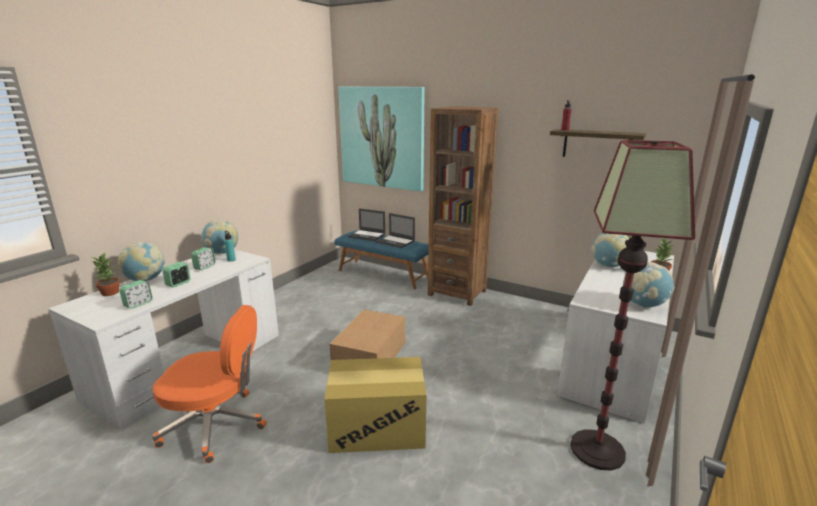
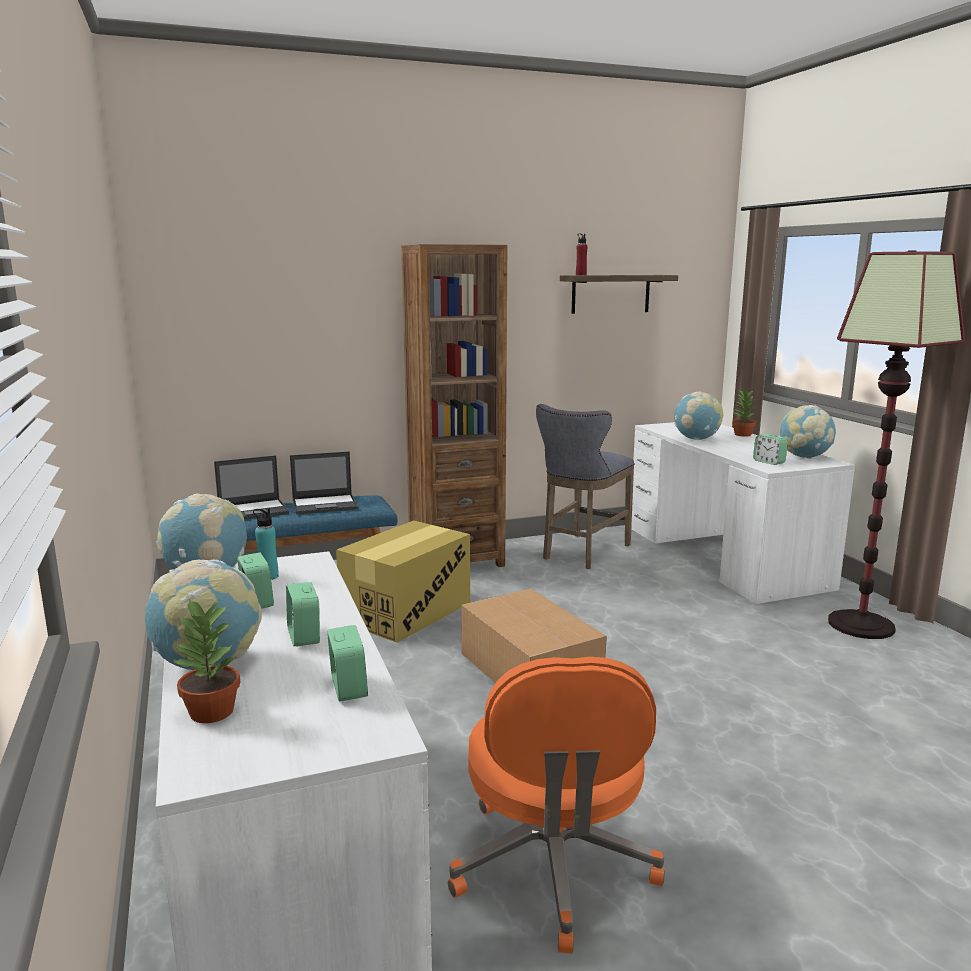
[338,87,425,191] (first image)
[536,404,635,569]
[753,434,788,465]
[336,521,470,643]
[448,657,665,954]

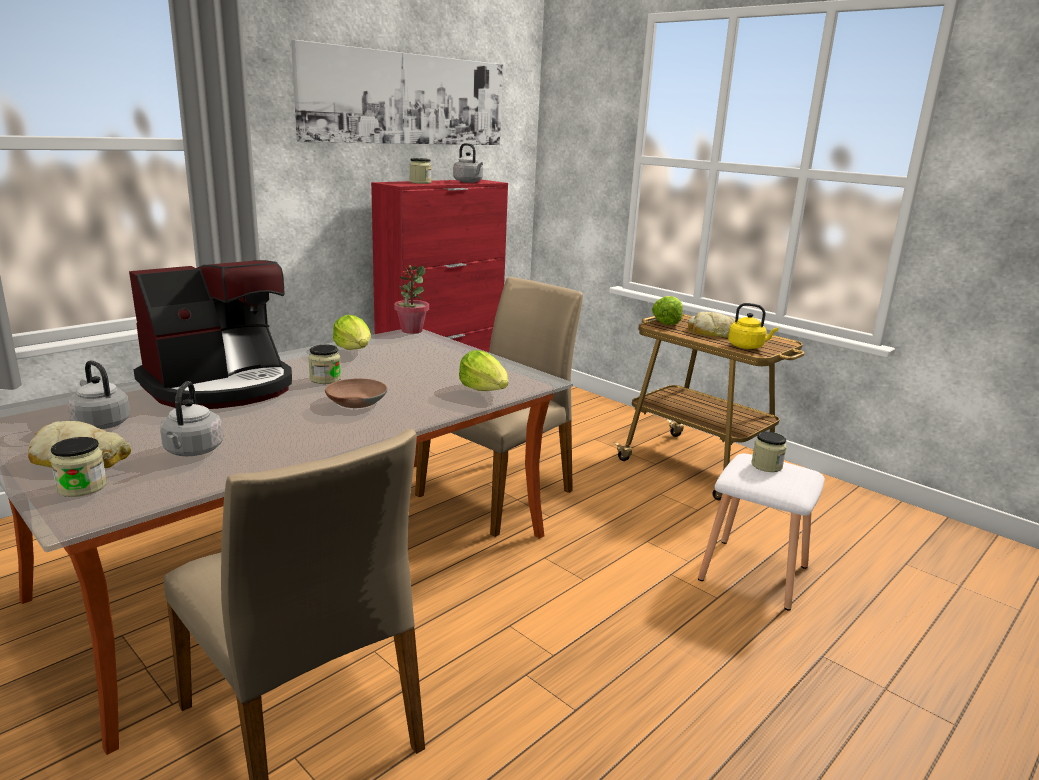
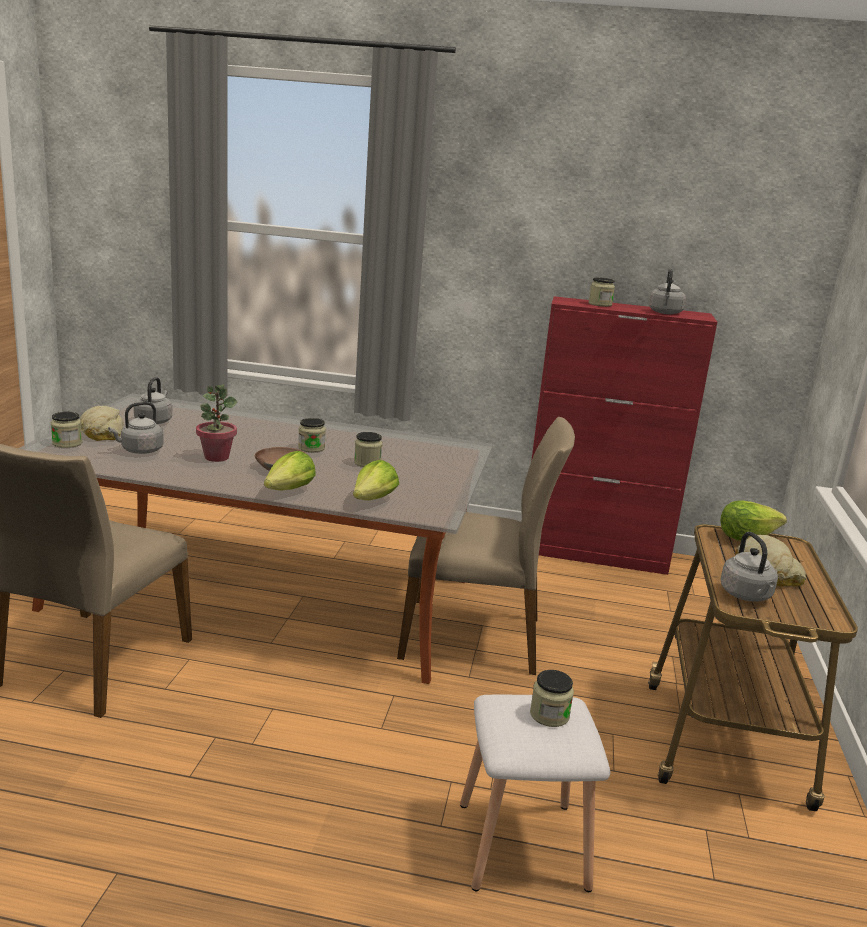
[129,260,292,409] (first image)
[291,40,503,145] (first image)
[354,432,382,467]
[264,451,316,490]
[196,384,237,462]
[720,532,778,602]

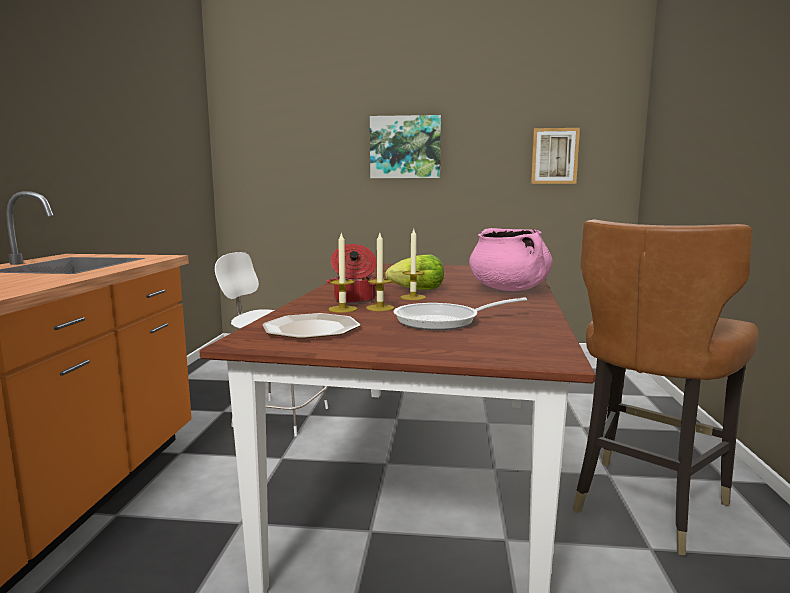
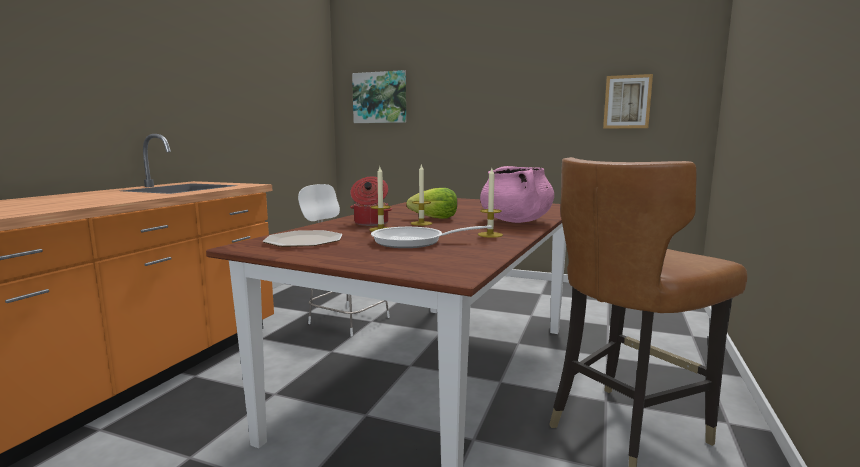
[478,168,503,238]
[352,70,406,123]

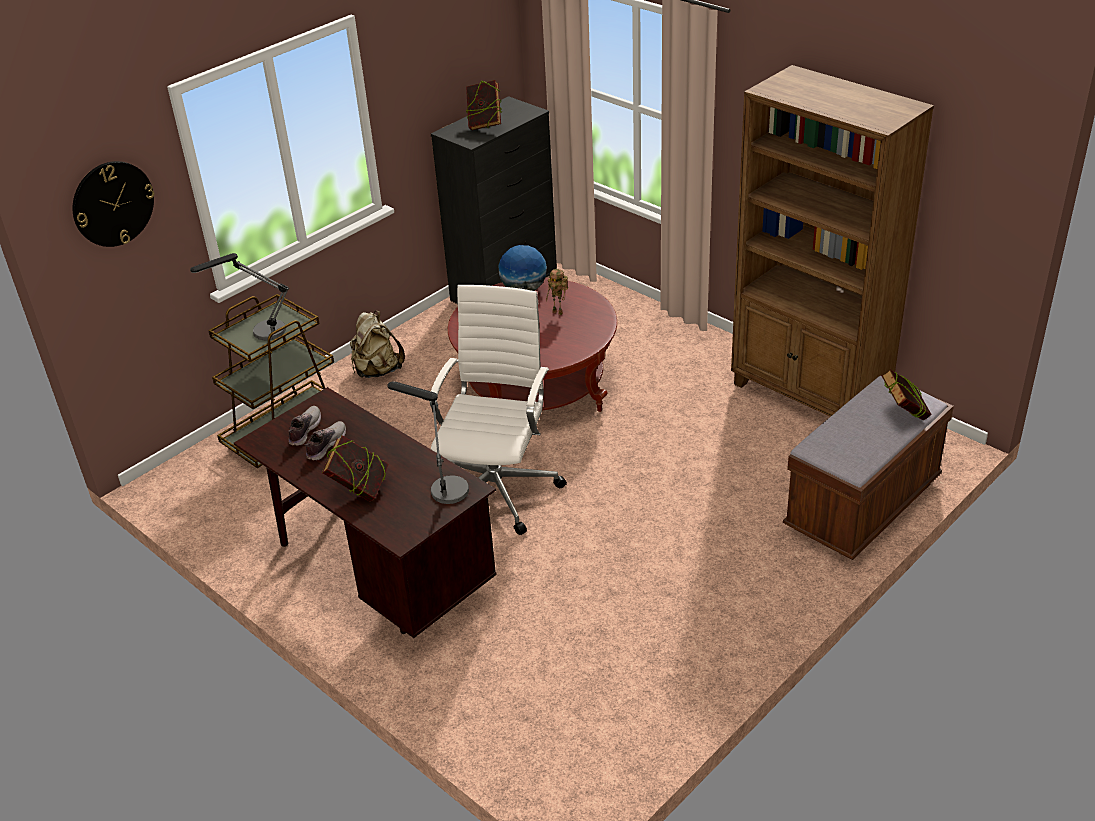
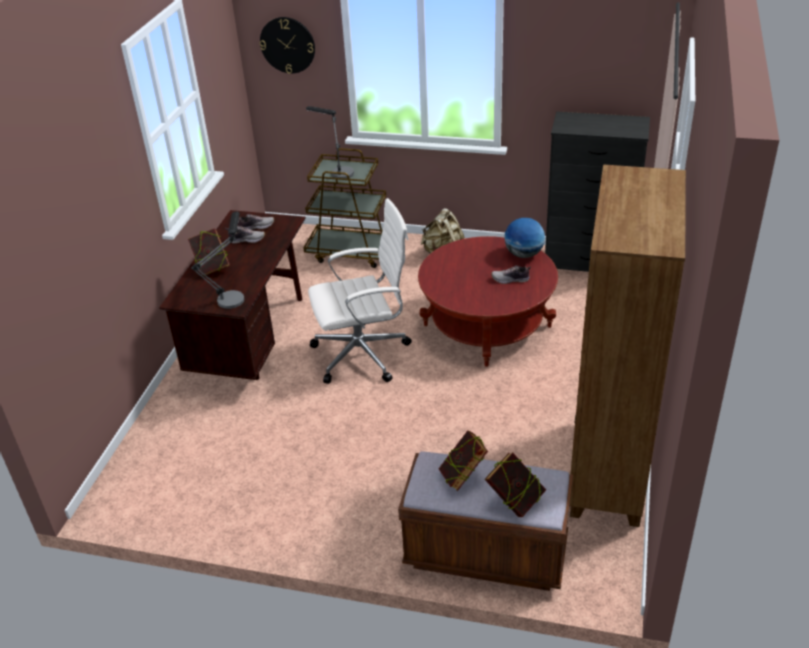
[439,430,488,491]
[491,265,531,284]

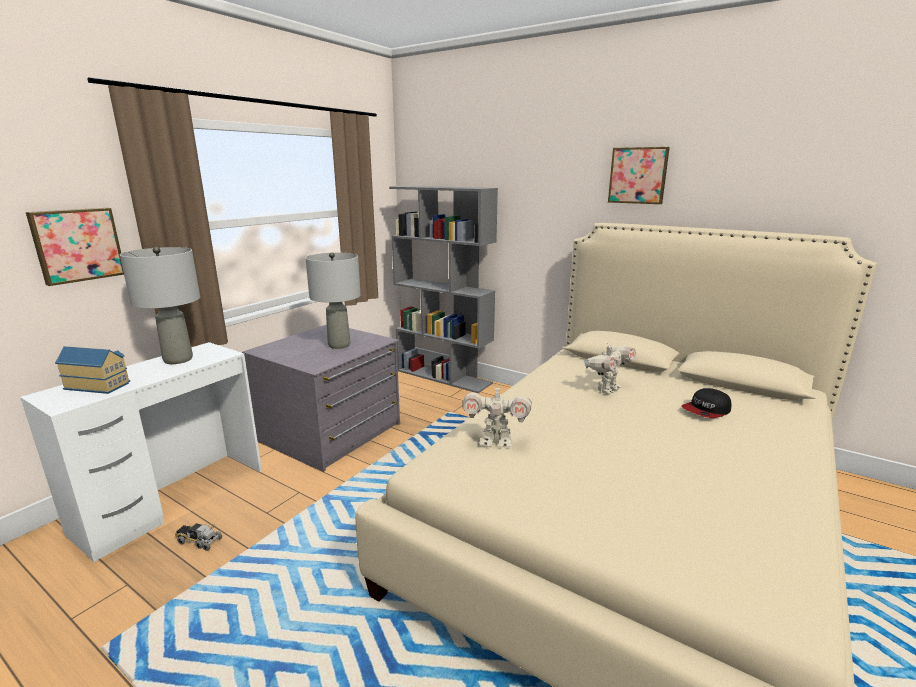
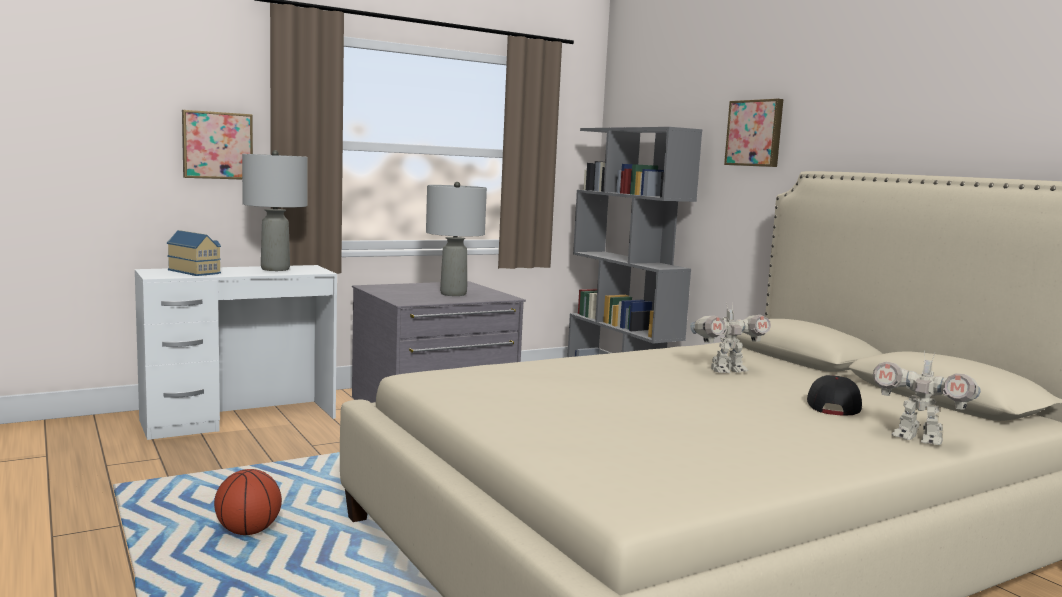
[175,523,222,551] (first image)
[214,469,282,535]
[873,351,981,445]
[724,99,783,167]
[807,375,862,416]

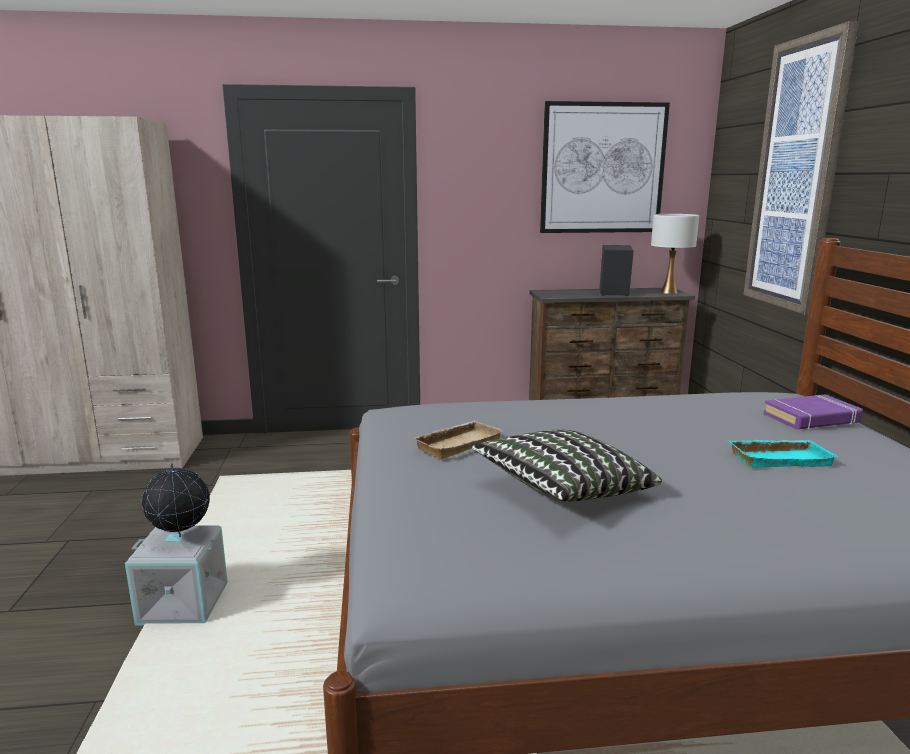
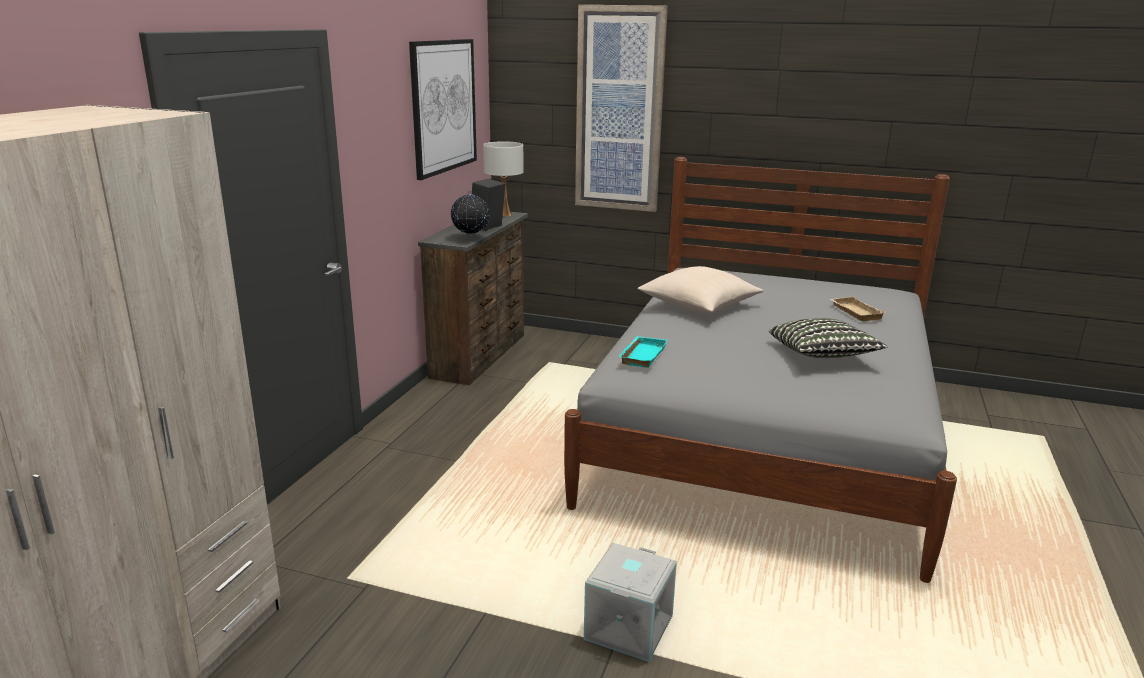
[763,394,863,430] (first image)
[637,266,763,314]
[450,193,490,239]
[830,296,885,321]
[618,336,667,368]

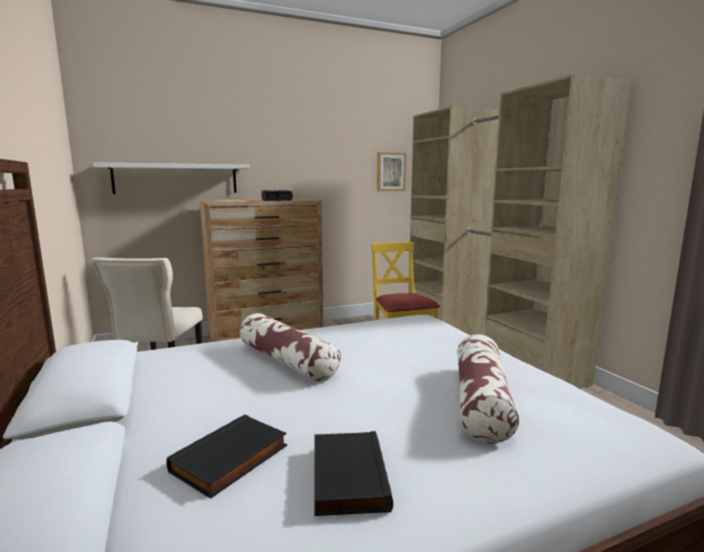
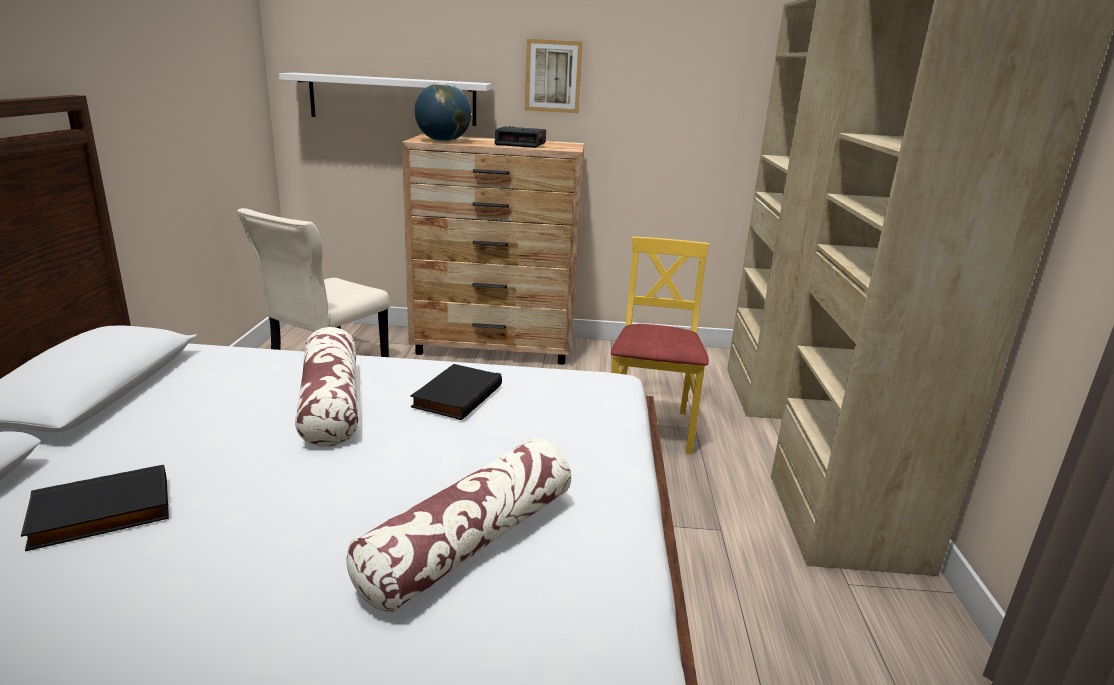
[415,83,471,142]
[410,364,502,420]
[525,39,583,113]

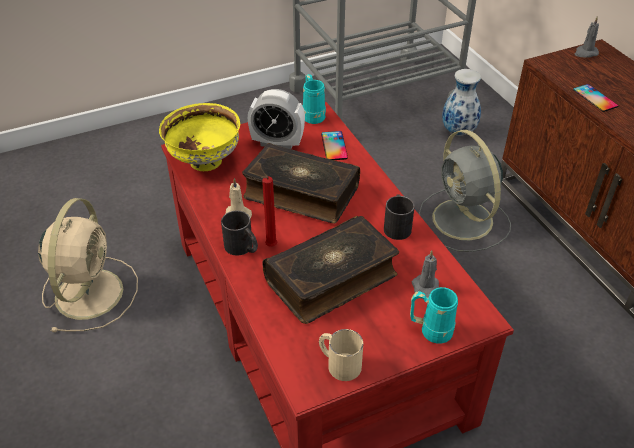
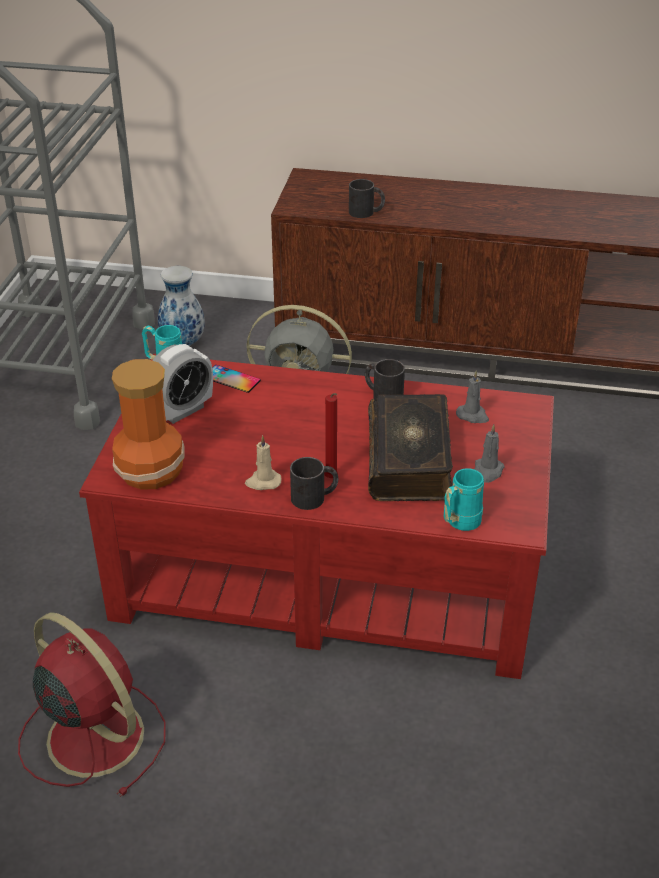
[242,143,360,224] (first image)
[319,329,363,381] (first image)
[444,468,484,531]
[474,424,505,483]
[112,359,185,490]
[349,179,385,218]
[18,612,166,796]

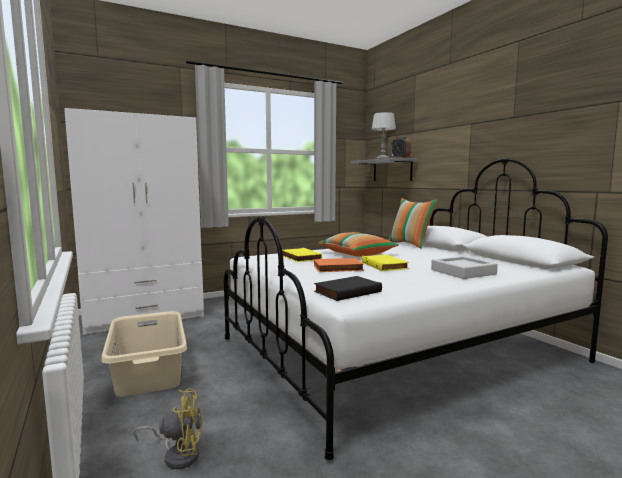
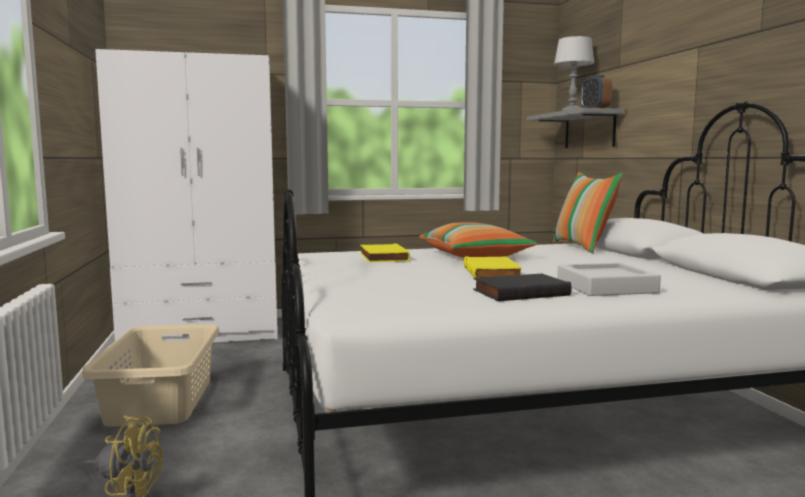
[314,258,364,272] (first image)
[473,273,571,301]

